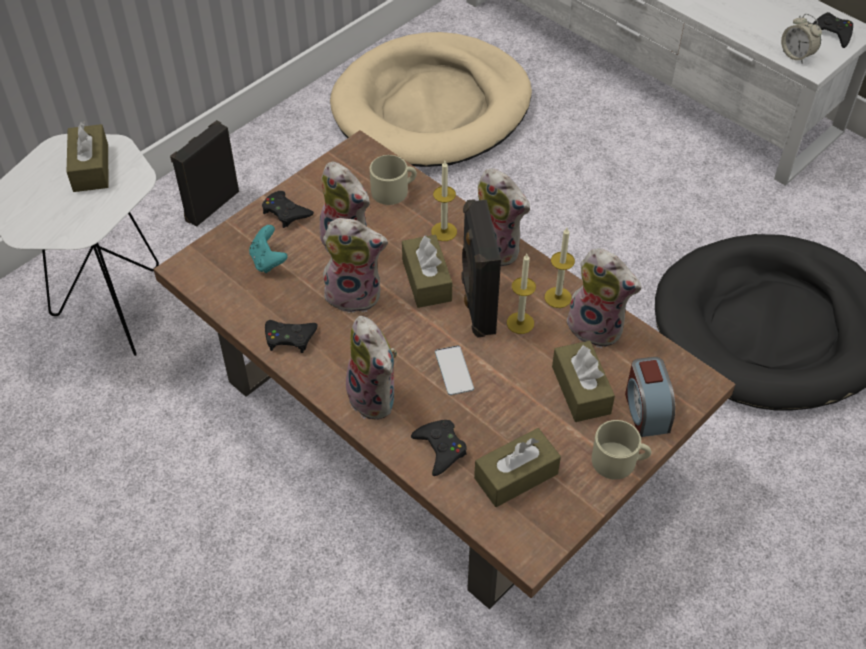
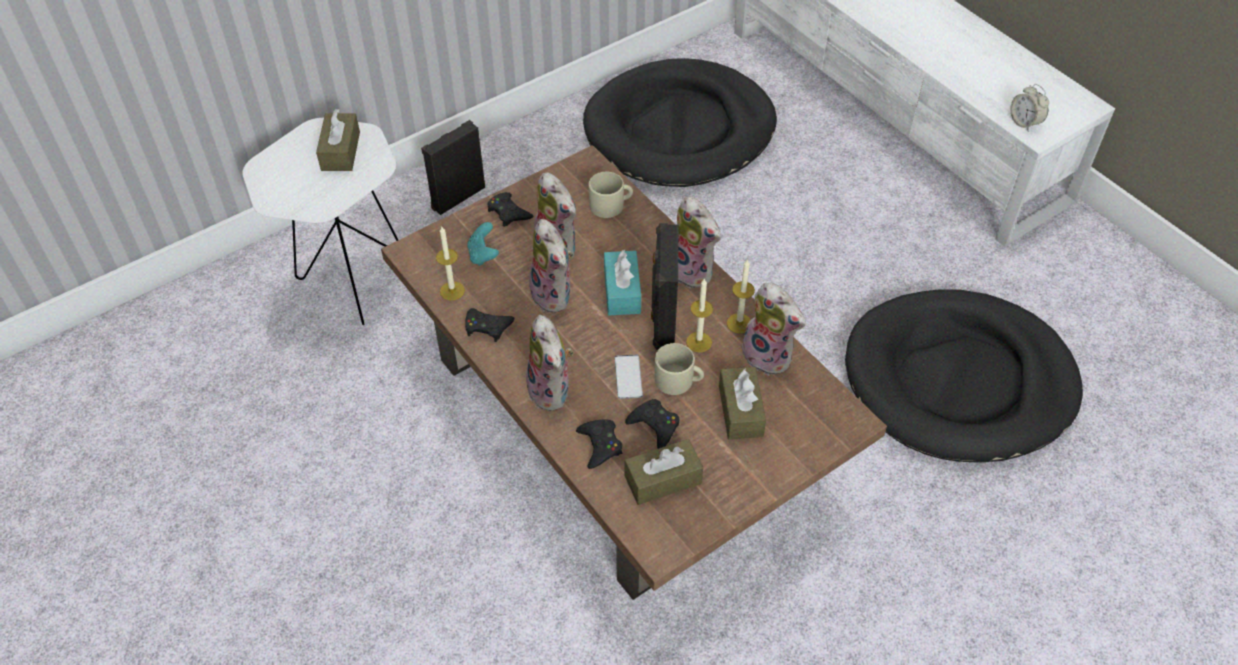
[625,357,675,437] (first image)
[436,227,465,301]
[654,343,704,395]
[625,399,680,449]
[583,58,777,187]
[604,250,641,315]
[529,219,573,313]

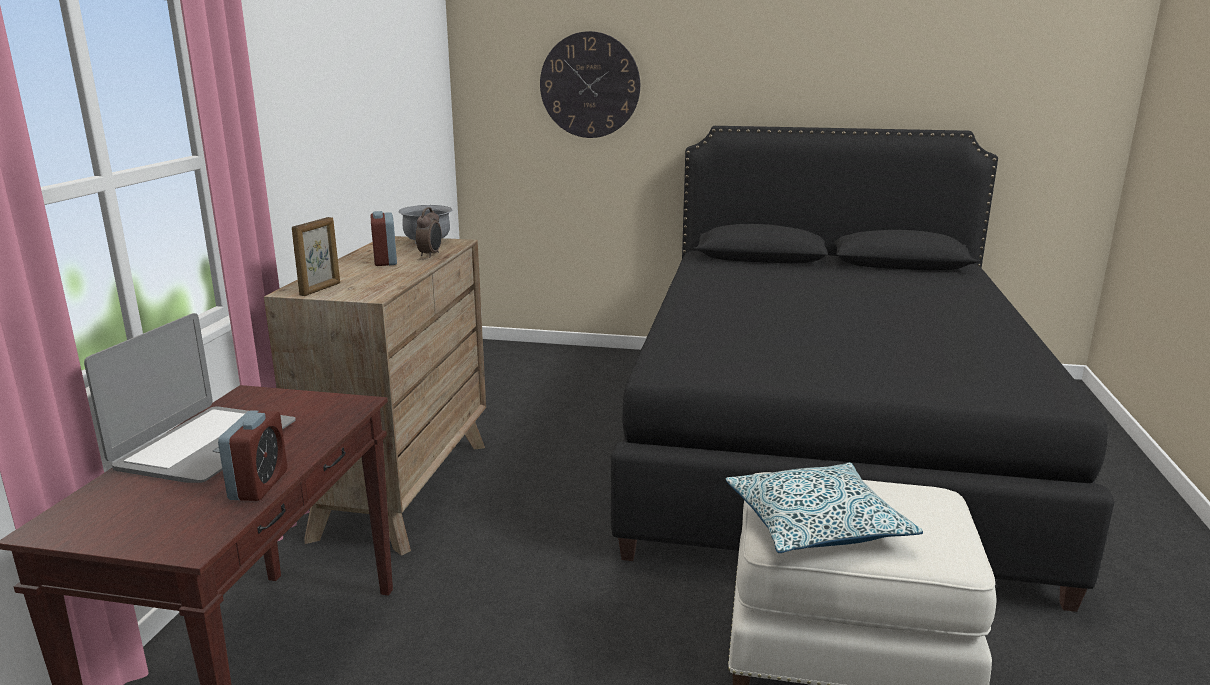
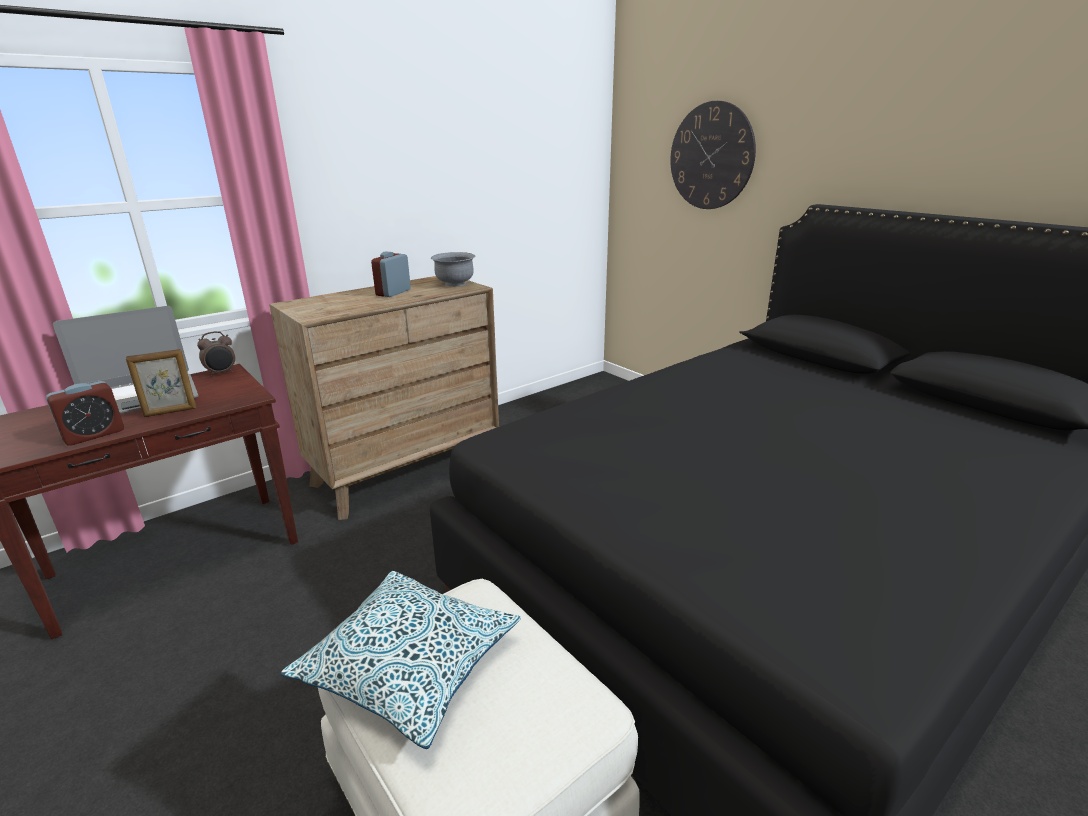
[126,349,196,417]
[197,331,235,376]

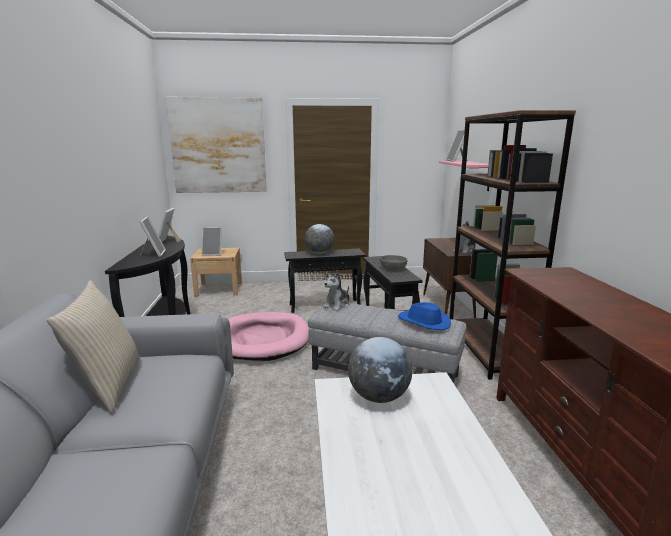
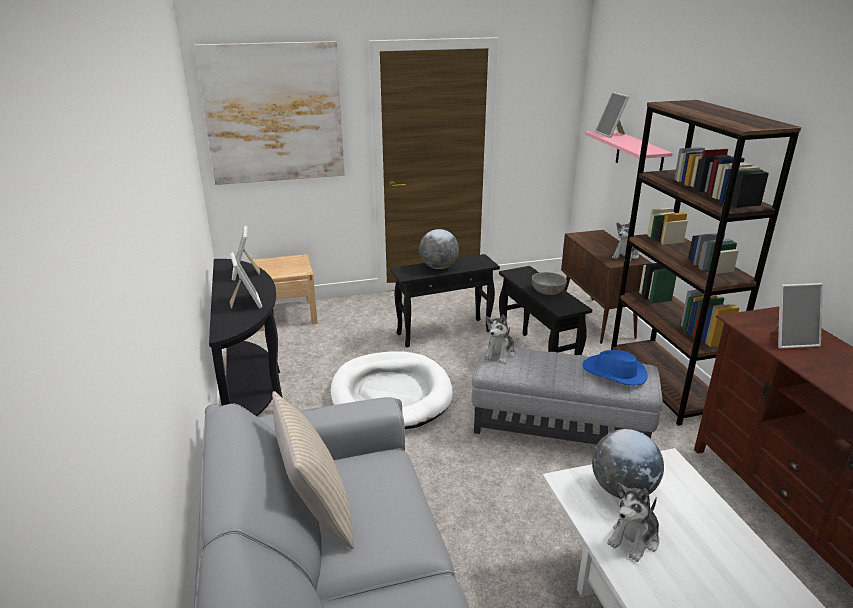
[607,483,660,562]
[771,283,823,349]
[330,352,453,429]

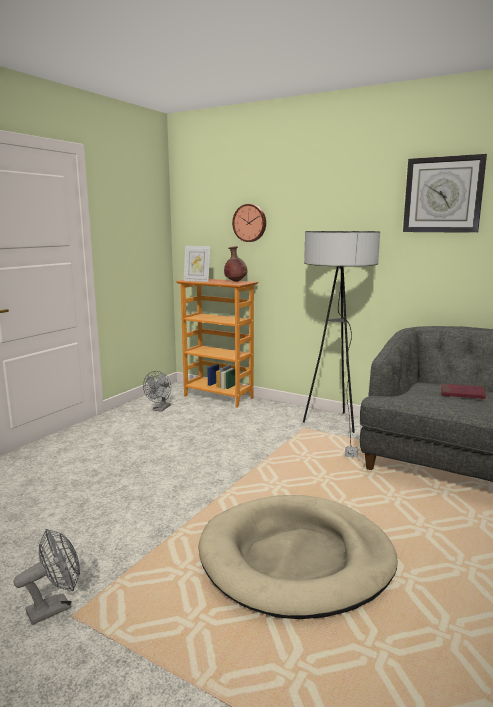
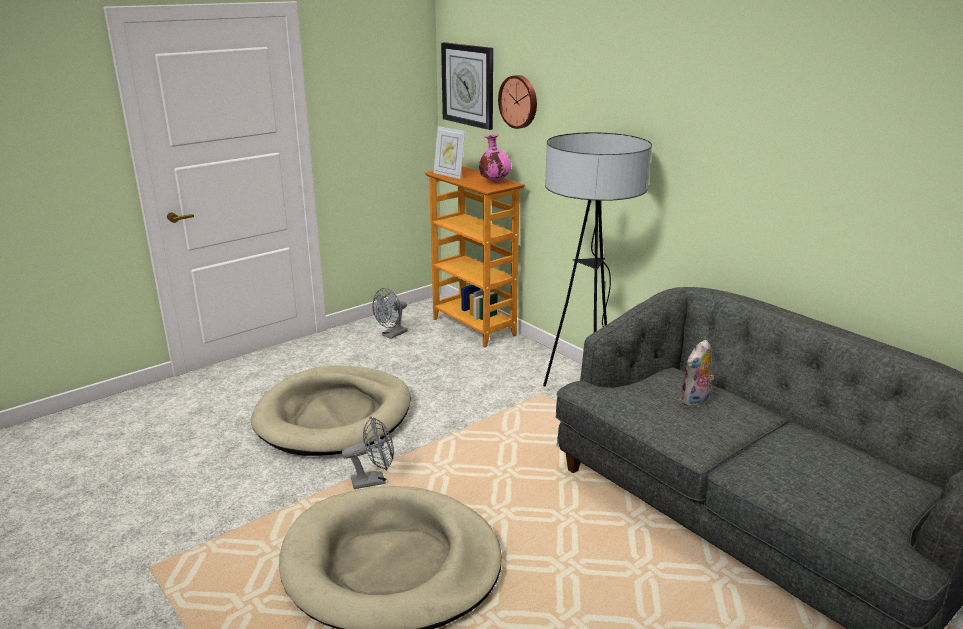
[251,366,411,456]
[342,416,394,489]
[441,42,493,130]
[680,339,714,407]
[479,134,511,182]

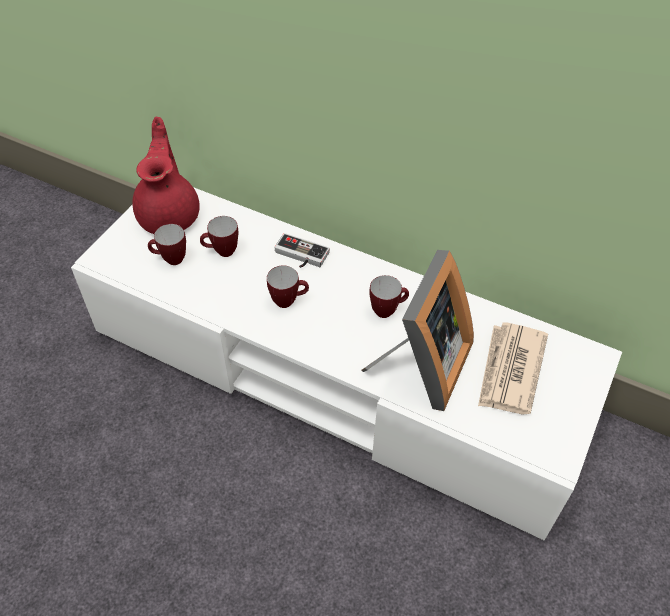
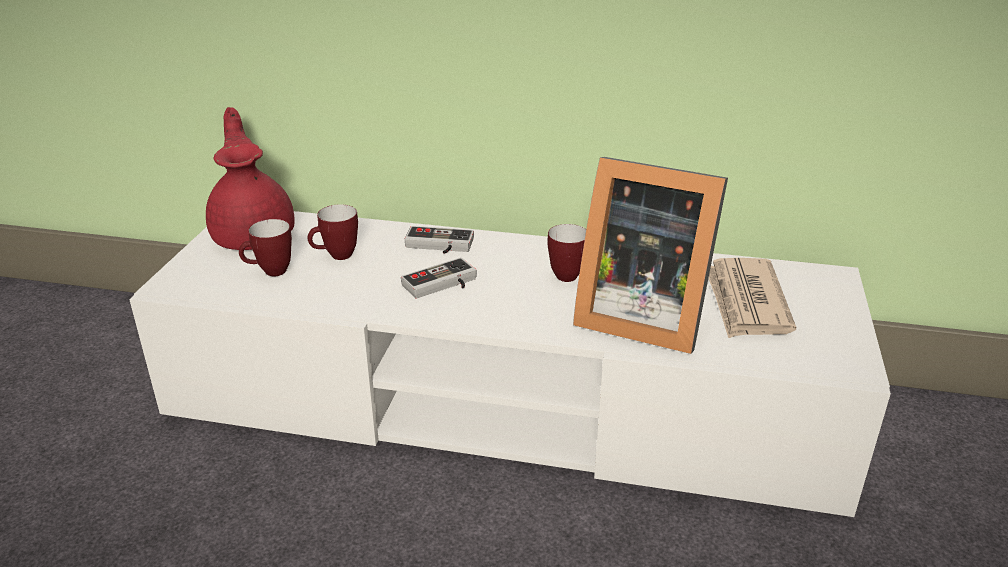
[401,257,477,299]
[573,157,728,354]

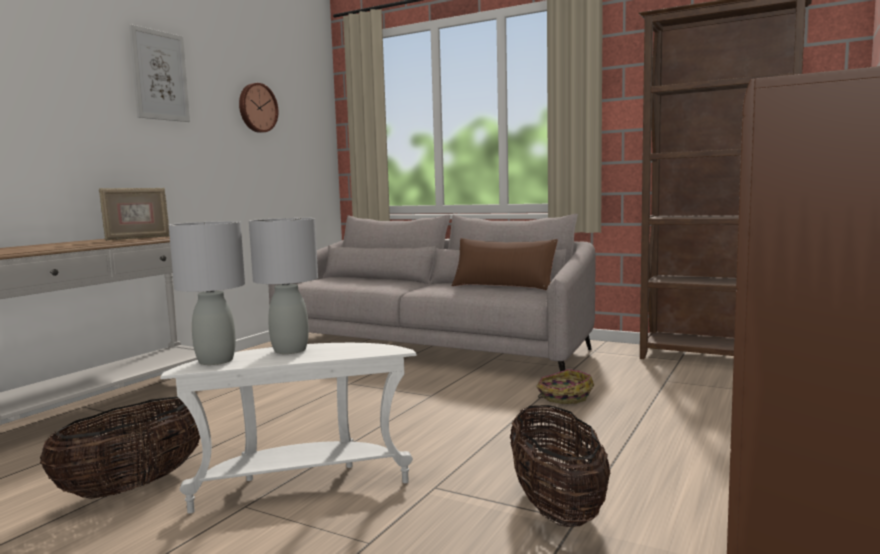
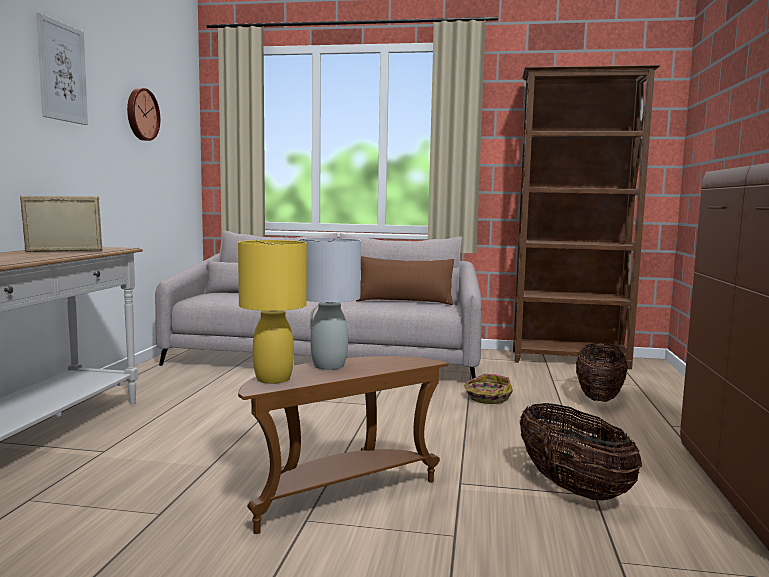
[576,343,628,402]
[238,356,449,534]
[238,240,307,384]
[20,195,102,252]

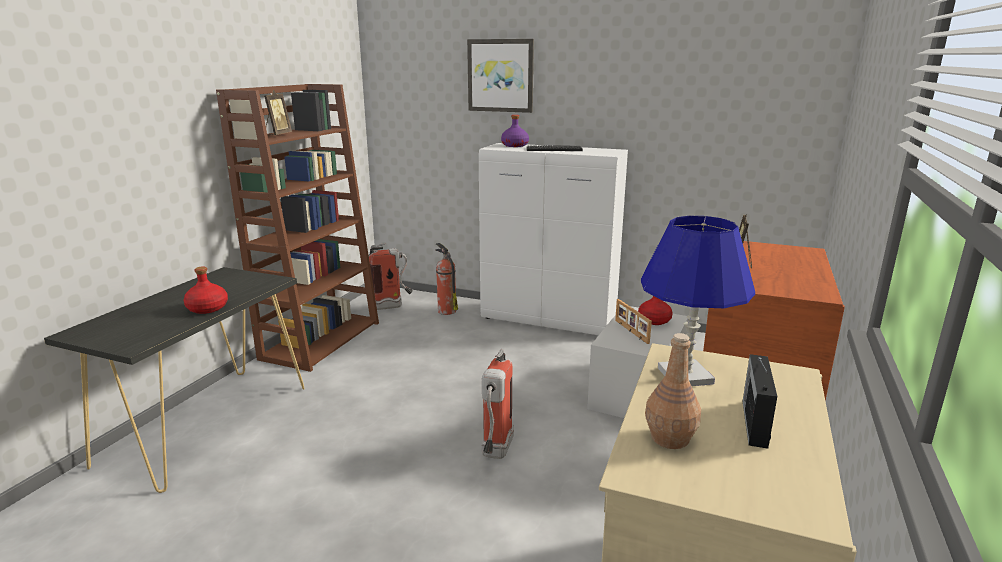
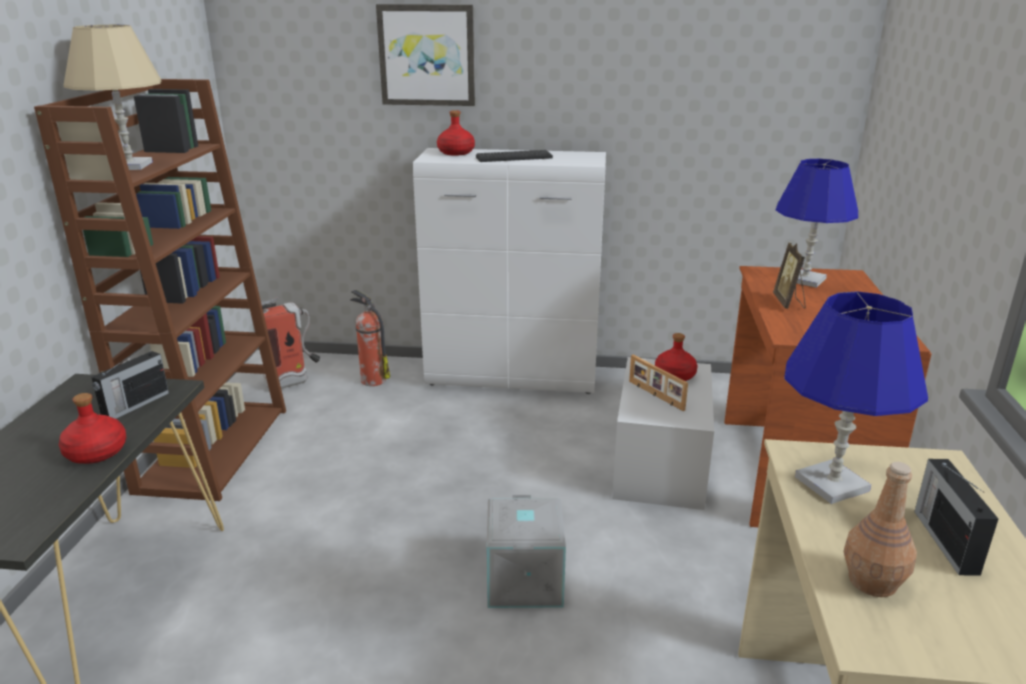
[91,344,169,419]
[775,159,858,288]
[64,25,161,170]
[486,495,566,608]
[437,110,475,156]

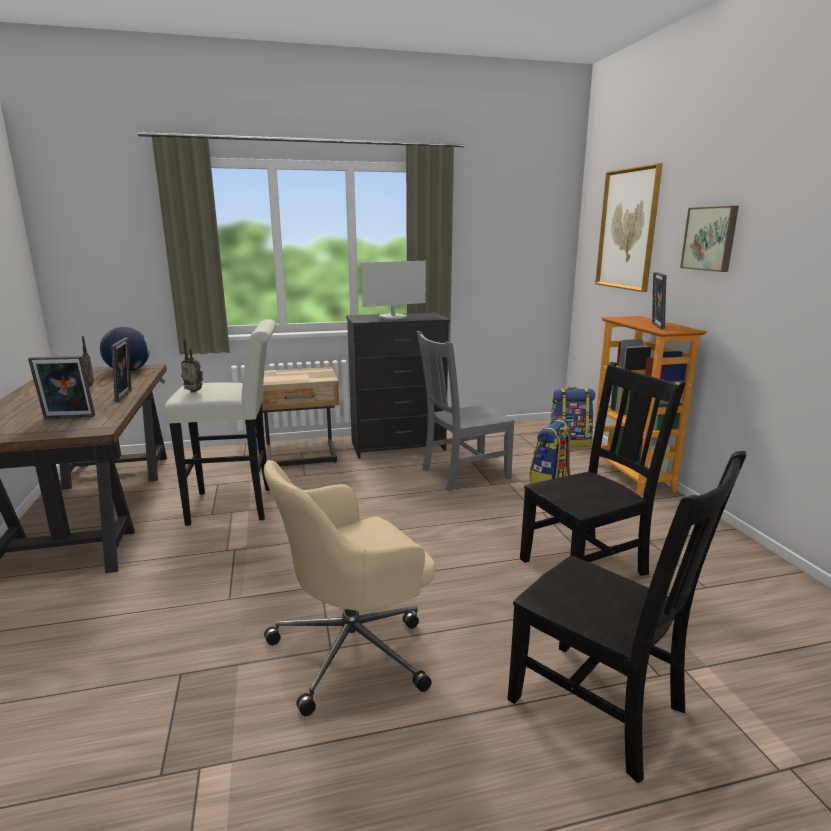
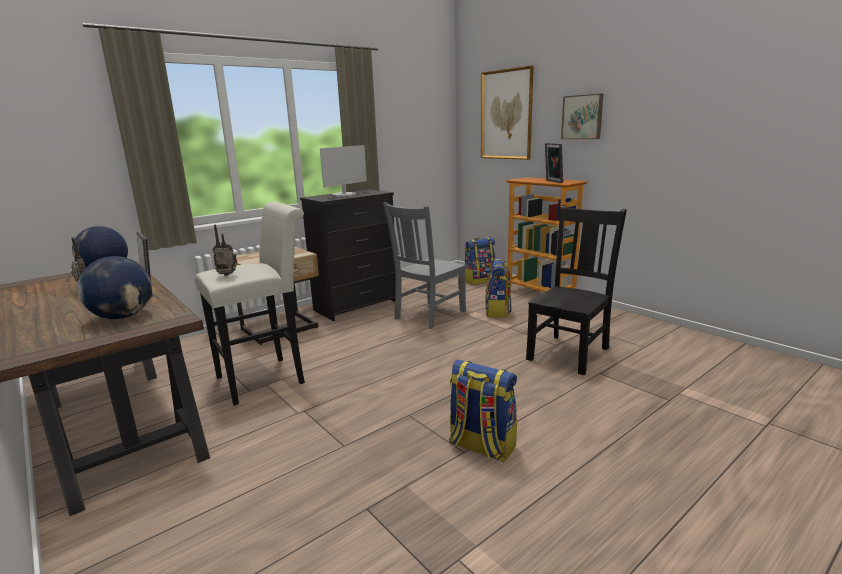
[508,451,746,783] (first image)
[77,256,152,319]
[449,360,517,463]

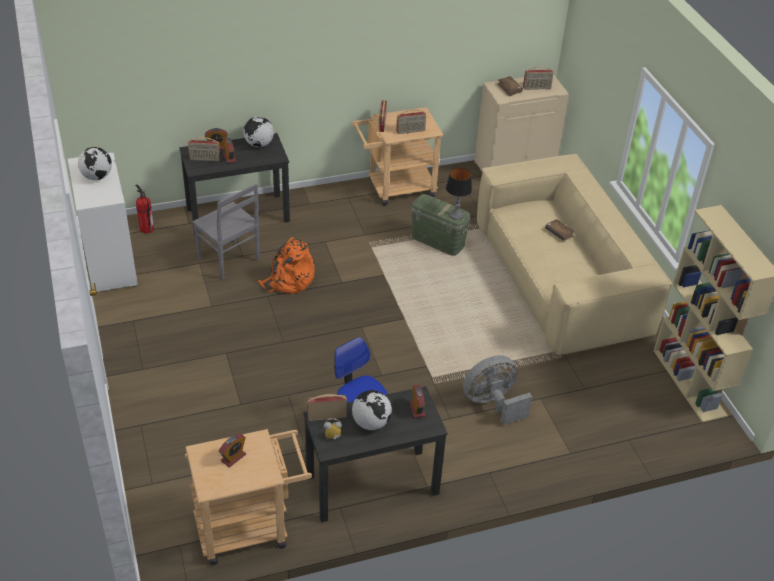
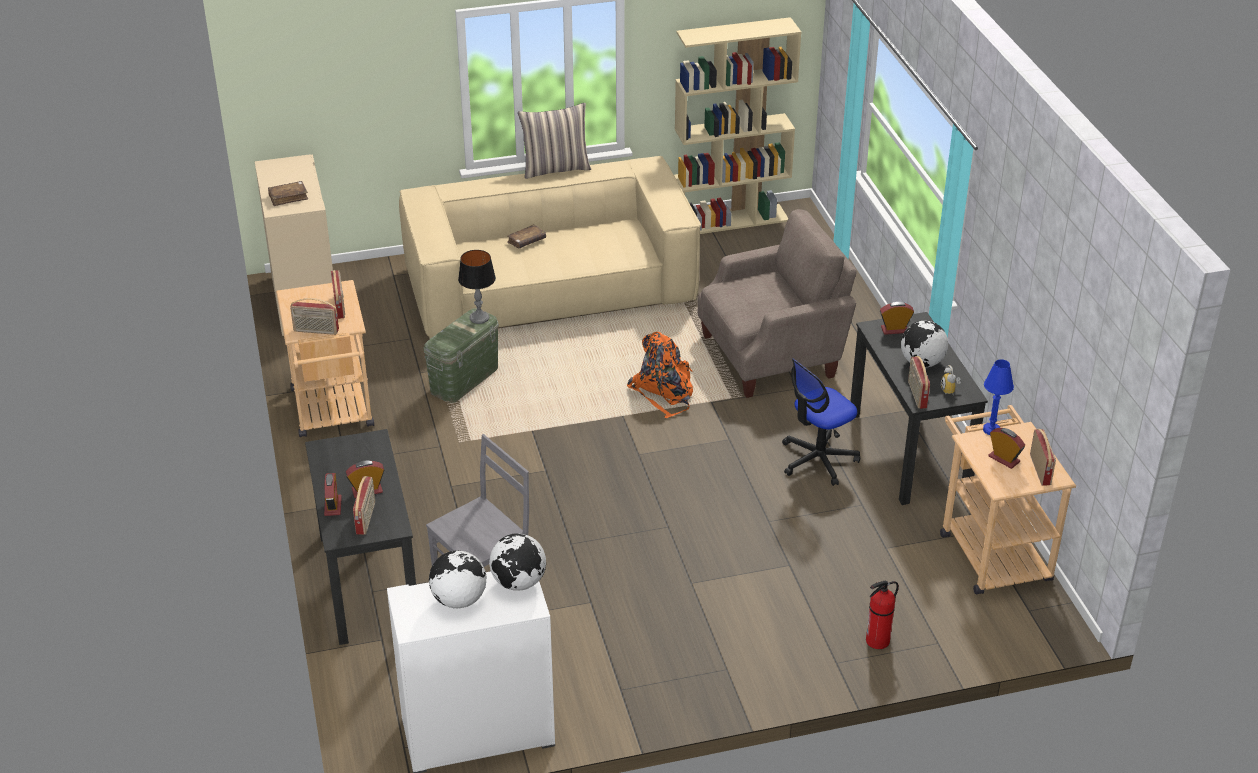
[518,103,591,179]
[983,359,1014,435]
[866,581,899,649]
[489,533,546,591]
[627,332,693,418]
[1030,429,1056,486]
[698,209,857,398]

